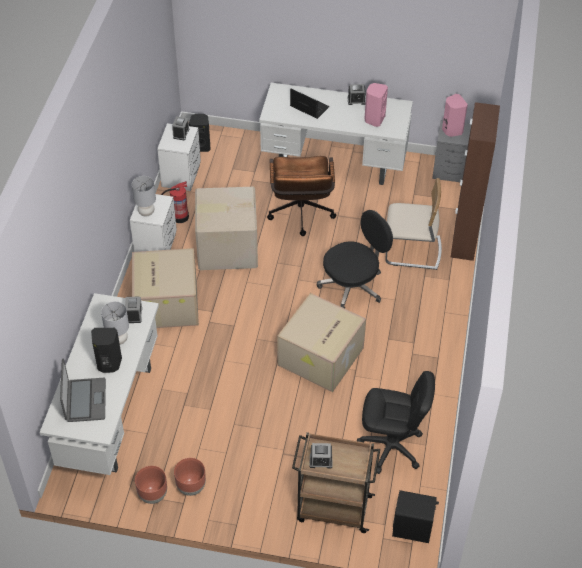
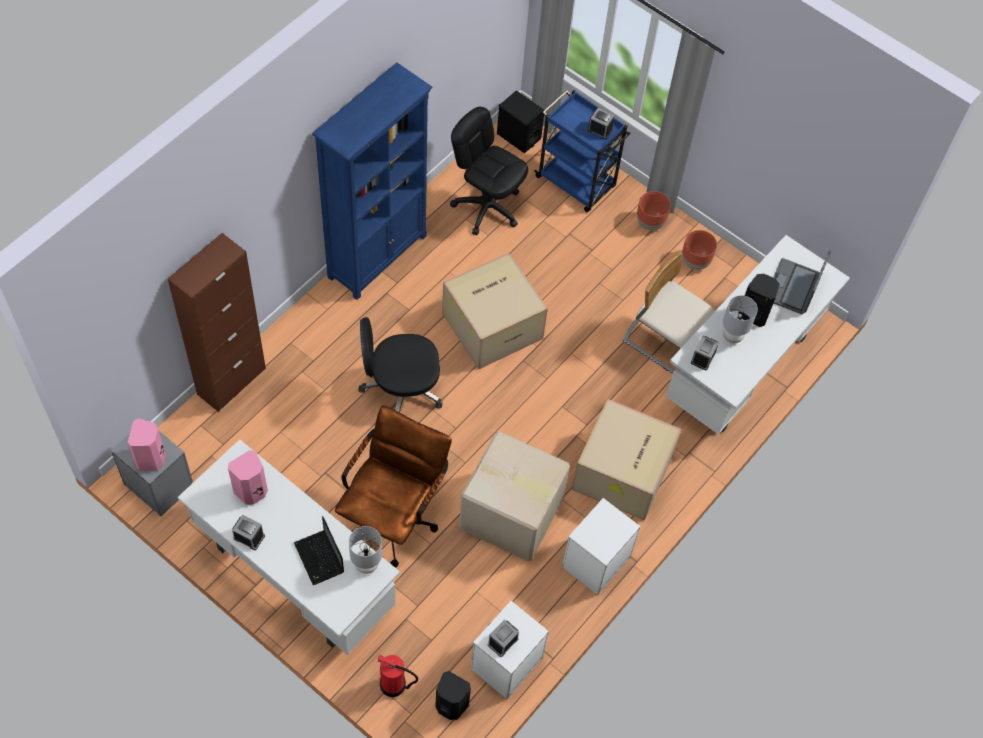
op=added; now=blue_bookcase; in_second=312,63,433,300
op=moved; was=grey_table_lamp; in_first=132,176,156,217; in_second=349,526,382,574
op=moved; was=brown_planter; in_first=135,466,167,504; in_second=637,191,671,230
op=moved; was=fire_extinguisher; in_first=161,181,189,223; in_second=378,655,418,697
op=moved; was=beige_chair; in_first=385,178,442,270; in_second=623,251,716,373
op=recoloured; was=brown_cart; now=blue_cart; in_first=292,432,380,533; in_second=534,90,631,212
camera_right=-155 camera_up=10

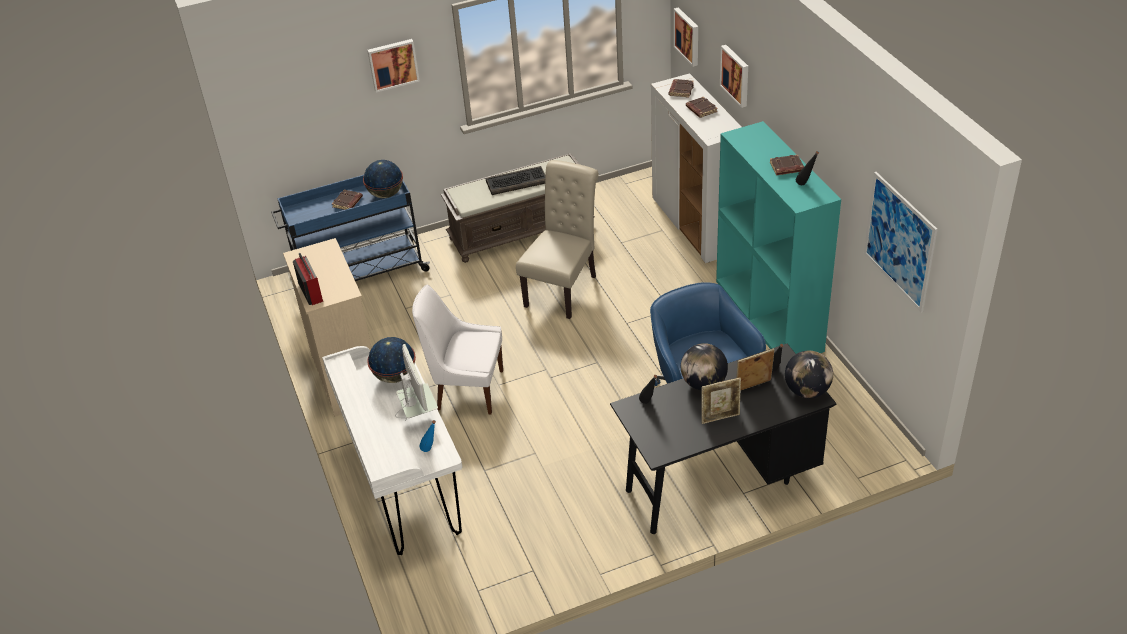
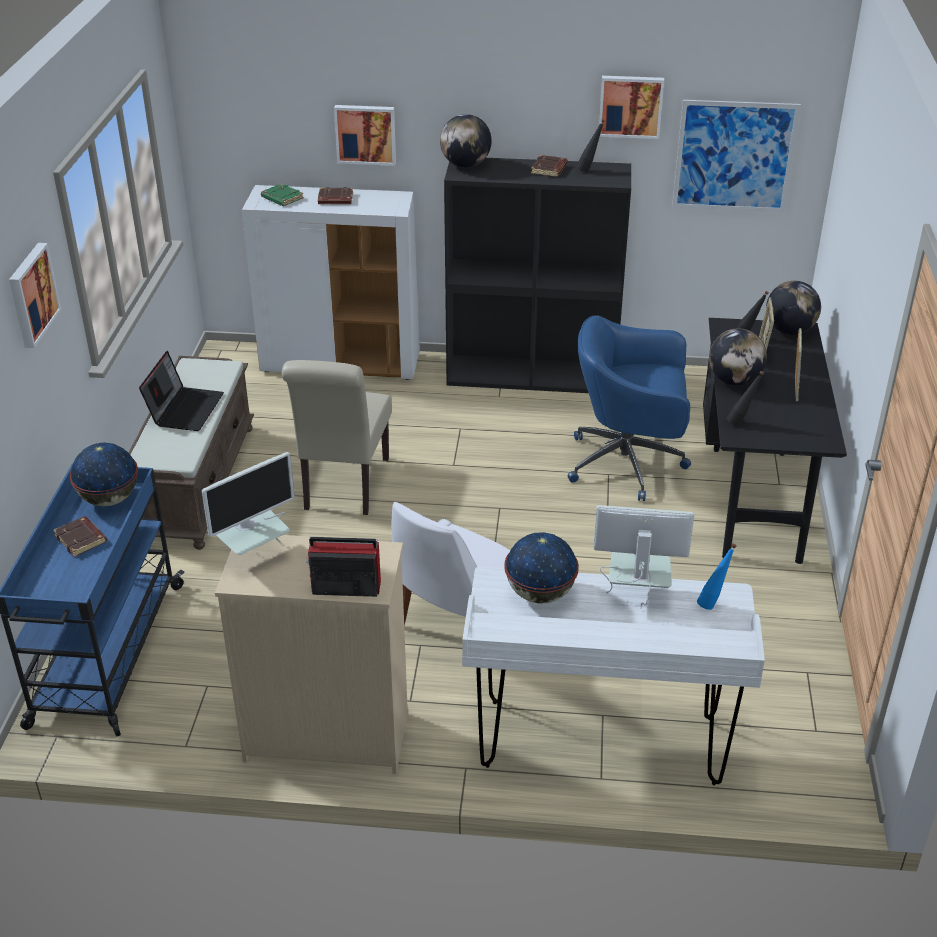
op=added; now=monitor; in_second=202,452,295,555
op=added; now=globe; in_second=440,114,492,168
op=moved; was=picture; in_first=674,7,698,67; in_second=599,76,664,139
op=replaced; was=keyboard; now=laptop; in_first=486,166,546,195; in_second=139,351,224,431
op=recoloured; was=brown_book; now=green_book; in_first=669,79,694,98; in_second=261,183,304,206
op=recoloured; was=turquoise_bookcase; now=black_bookcase; in_first=716,121,841,354; in_second=444,158,631,393
op=turned; was=beige_chair; in_first=516,160,599,319; in_second=282,360,392,515; clockwise=-135
camera_right=-65 camera_up=-5

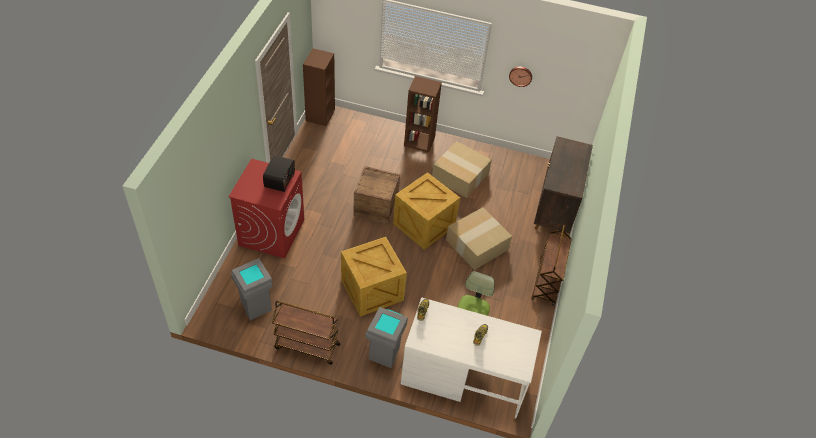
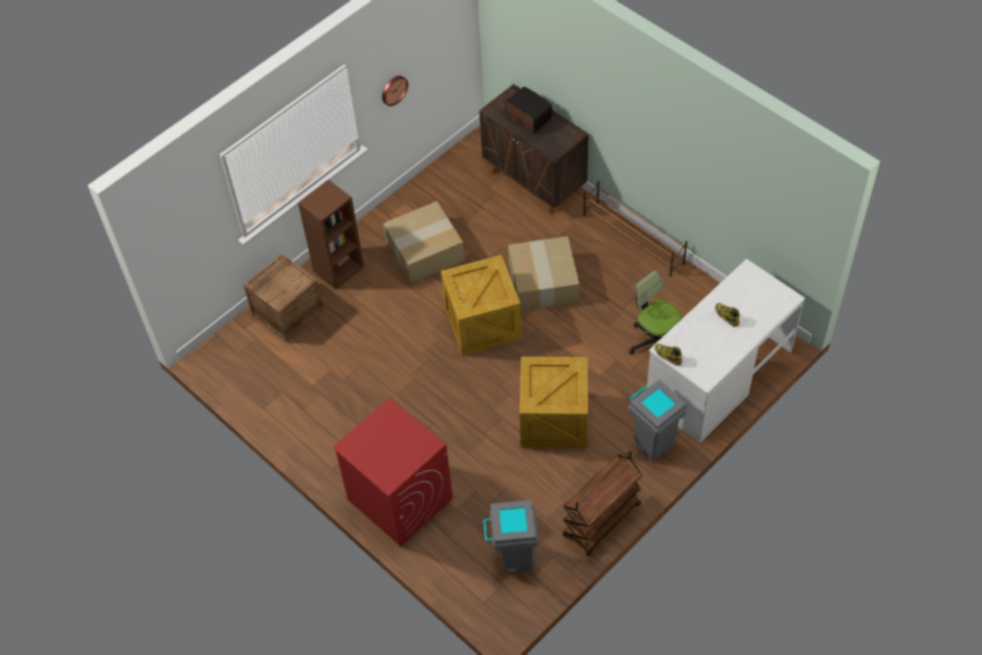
op=removed; was=brown_bookcase; in_first=303,48,335,126
op=moved; was=radio; in_first=263,155,295,192; in_second=505,87,552,134
op=moved; was=crate; in_first=353,166,400,225; in_second=244,253,324,342
op=replaced; was=brown_cart; now=brown_shoe_rack; in_first=531,225,572,306; in_second=583,181,687,277
camera_right=-55 camera_up=5

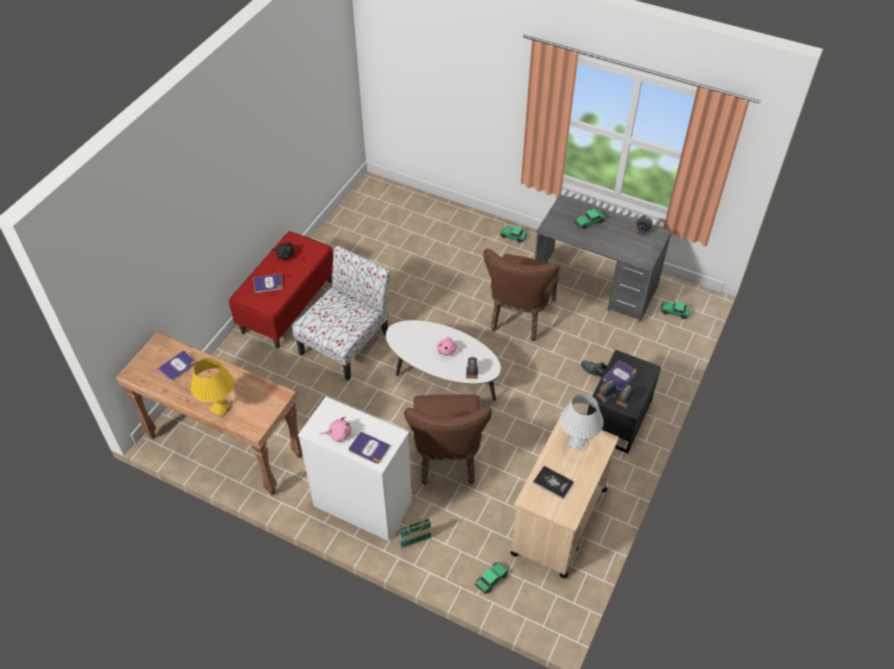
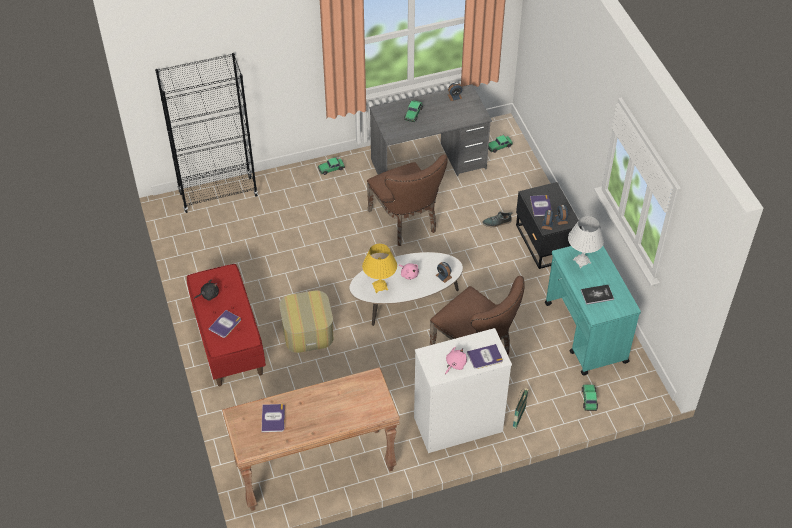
op=added; now=black_bookcase; in_second=155,53,258,213
op=moved; was=yellow_table_lamp; in_first=190,358,234,417; in_second=362,244,397,293
op=replaced; was=chair; now=ottoman; in_first=292,246,391,380; in_second=279,291,334,353
op=recoloured; was=beige_cart; now=turquoise_cart; in_first=510,418,619,579; in_second=545,246,641,376
camera_right=-45 camera_up=0

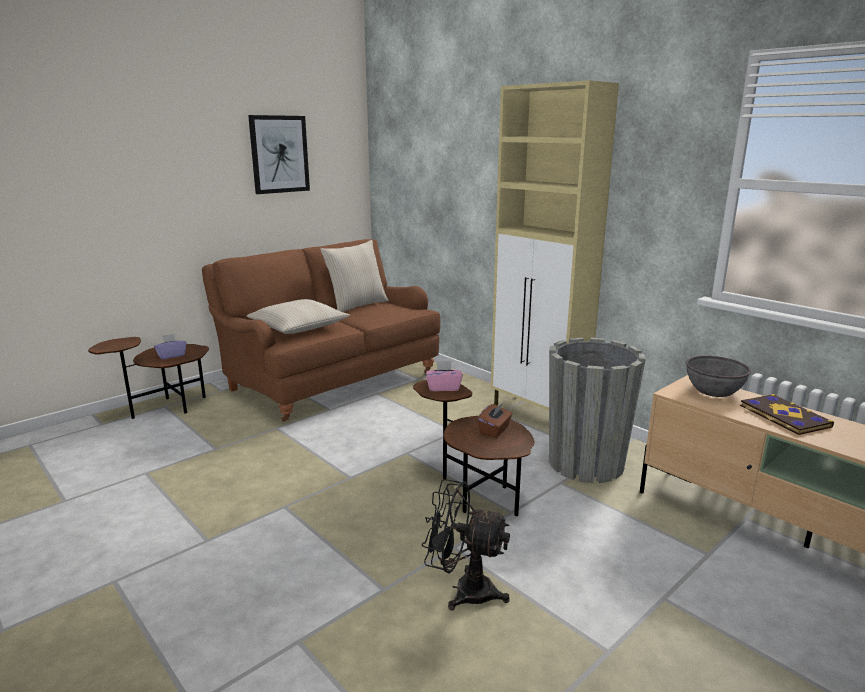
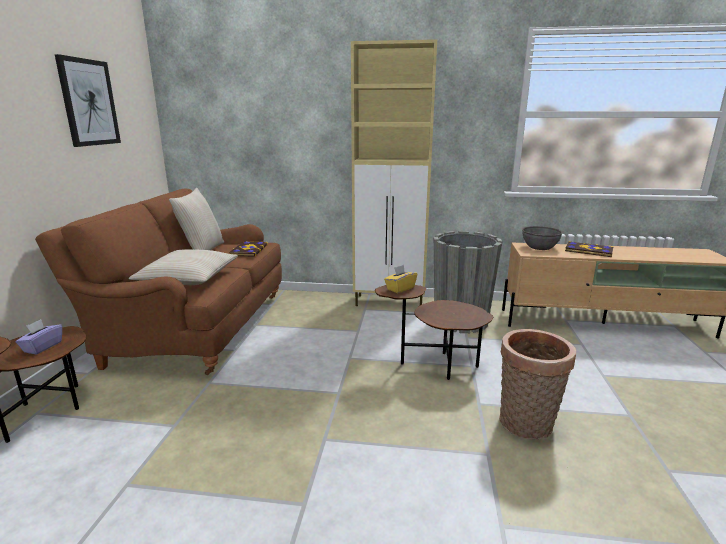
op=removed; was=brown_tissue_box; in_first=478,403,512,438
op=added; now=book; in_second=229,241,268,257
op=replaced; was=black_fan; now=basket; in_first=422,479,510,610; in_second=499,329,576,439
op=recoloured; was=pink_tissue_box; now=yellow_tissue_box; in_first=426,361,463,391; in_second=384,265,417,293
camera_right=-40 camera_up=0

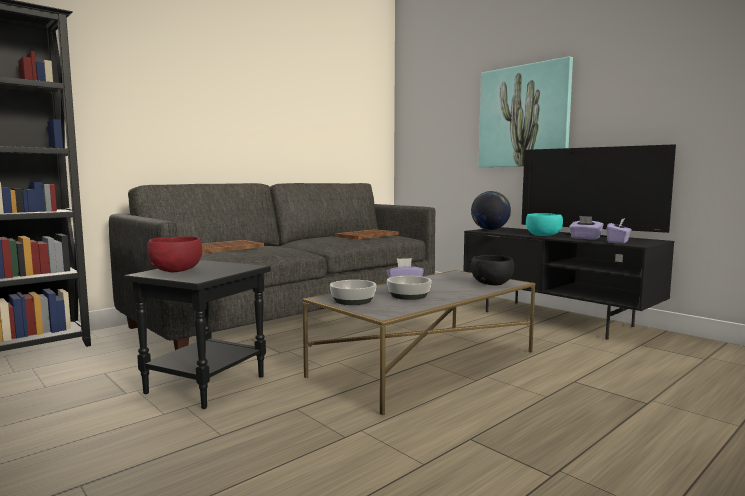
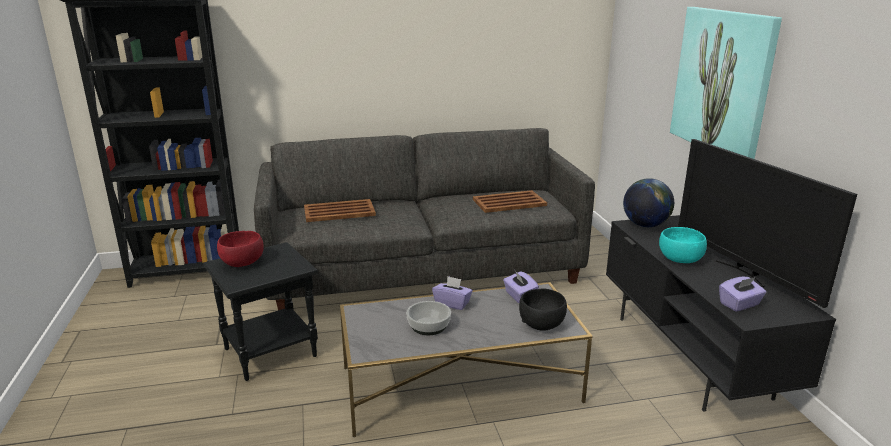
op=removed; was=bowl; in_first=330,280,376,305
op=moved; was=purple_tissue_box; in_first=569,216,604,240; in_second=503,271,539,303
camera_right=30 camera_up=15

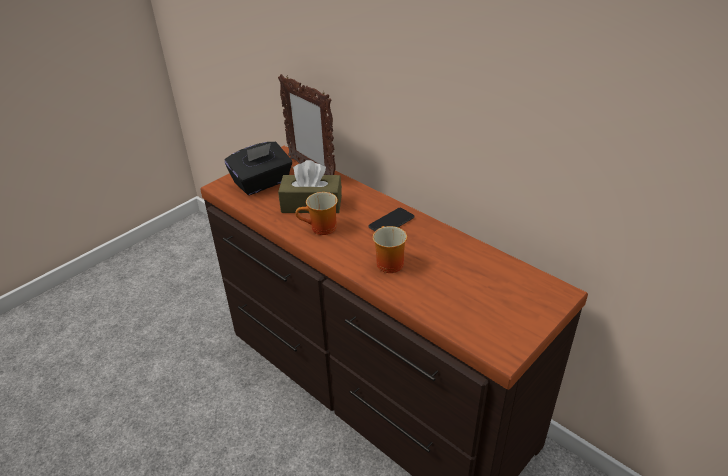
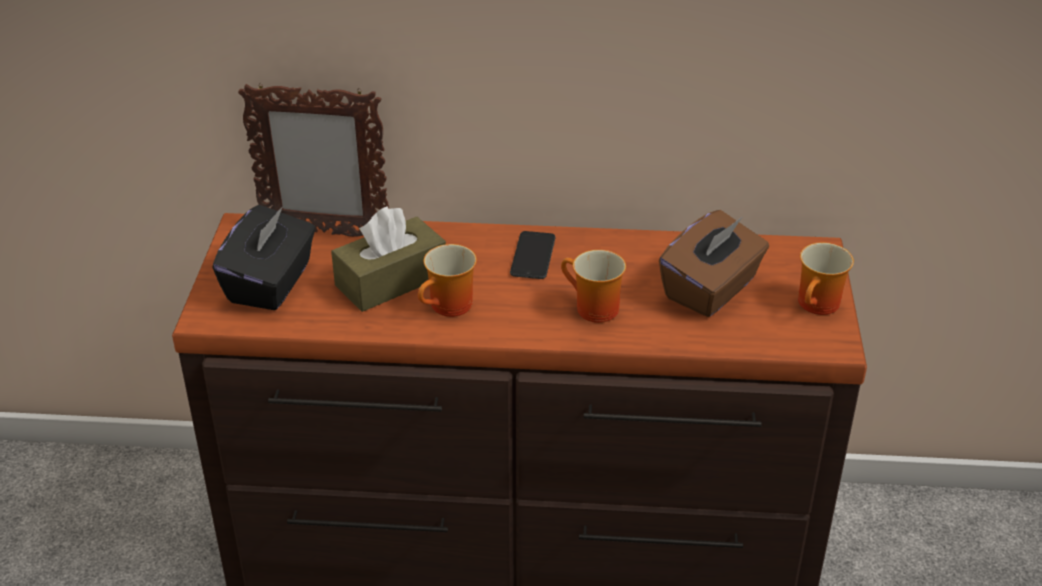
op=added; now=brown_tissue_box; in_second=659,210,769,317
op=added; now=mug; in_second=798,242,854,315
camera_right=-40 camera_up=0

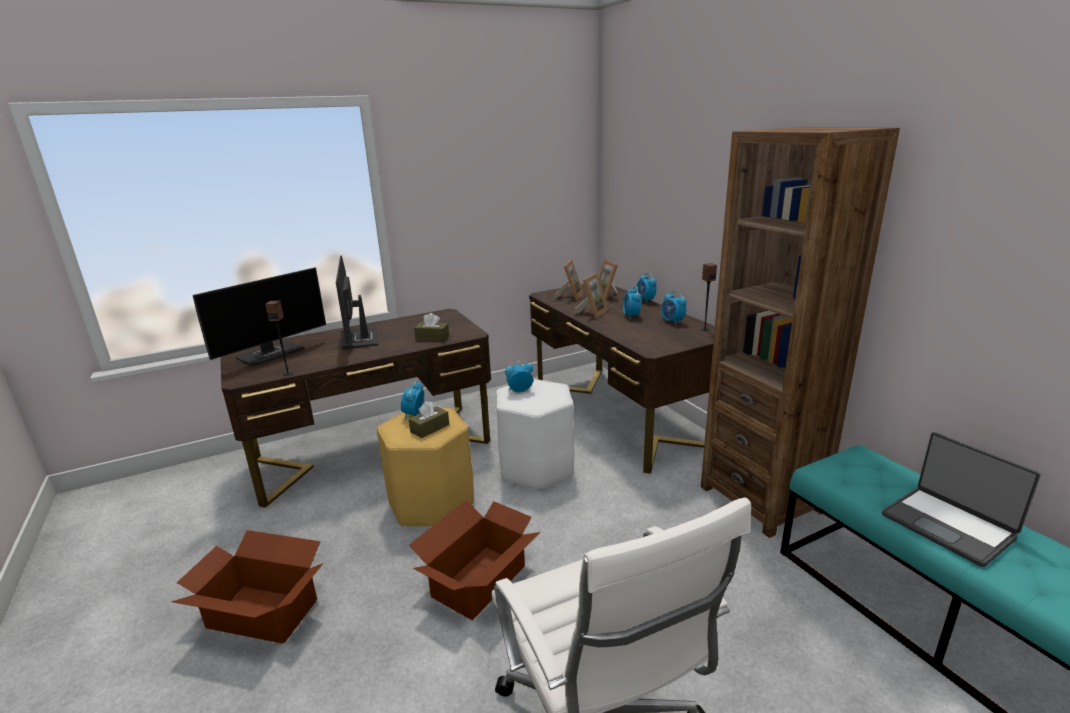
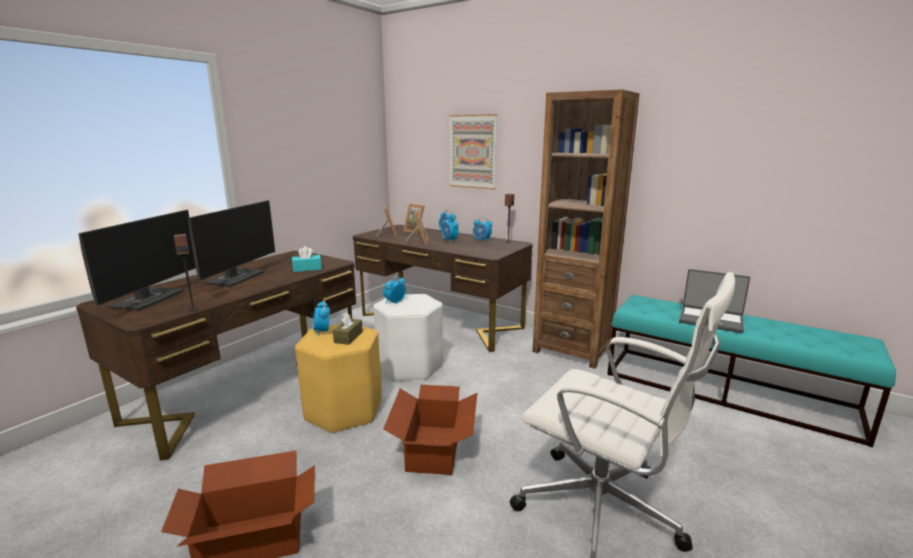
op=added; now=picture; in_second=450,114,497,190
op=recoloured; was=brown_tissue_box; now=turquoise_tissue_box; in_first=414,313,449,341; in_second=292,246,322,272
op=turned; was=monitor; in_first=336,255,378,349; in_second=188,200,275,287; clockwise=-120
camera_right=-30 camera_up=-5

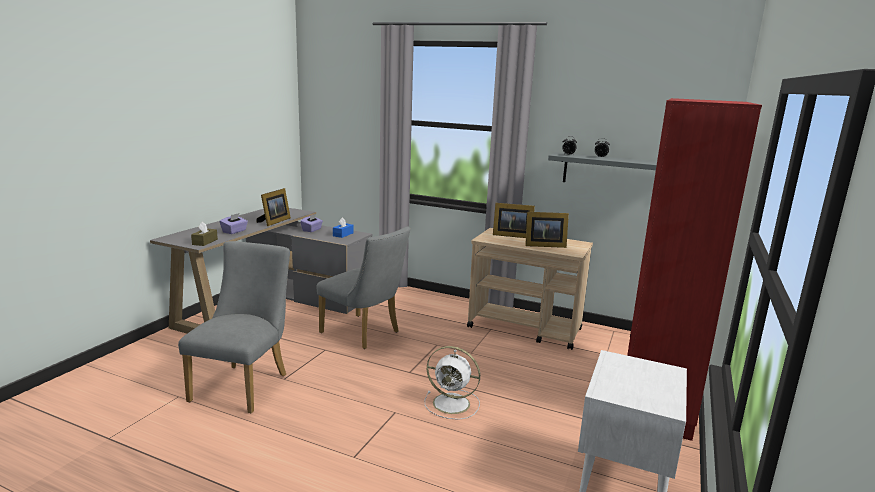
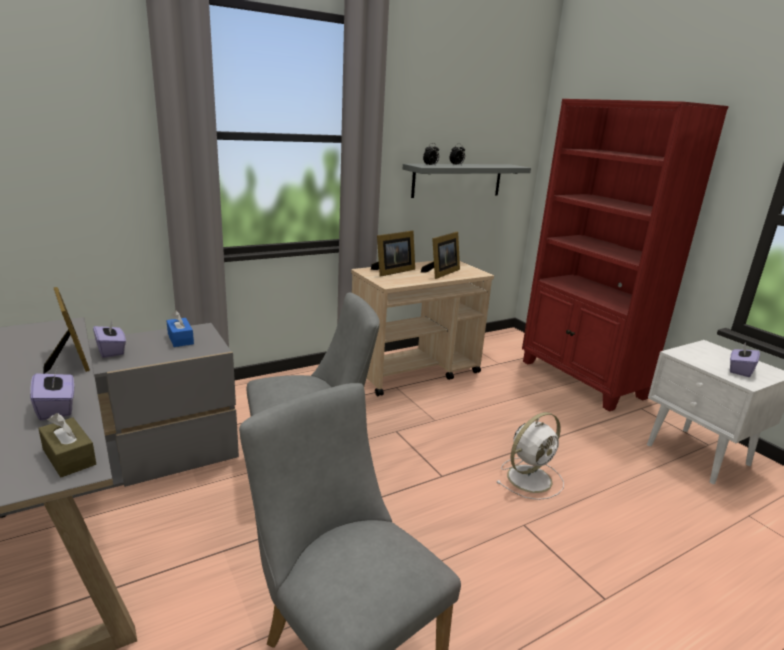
op=added; now=purple_tissue_box; in_second=730,342,760,377
camera_right=-55 camera_up=5

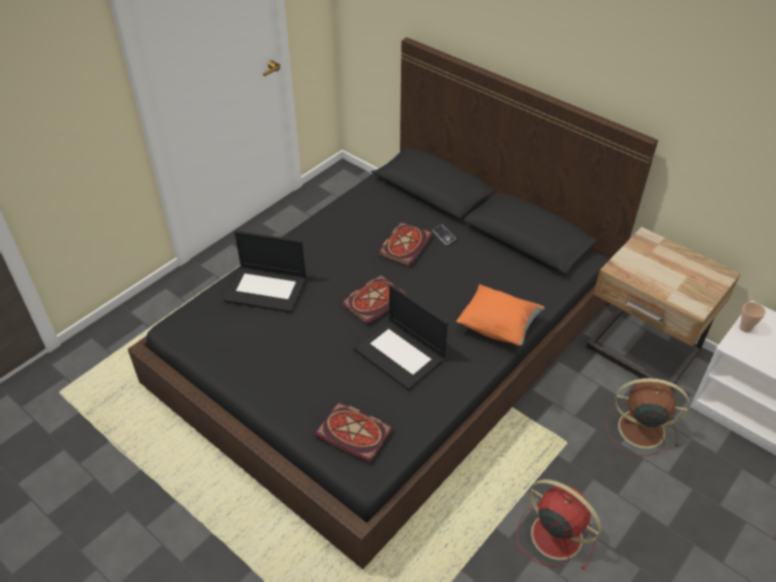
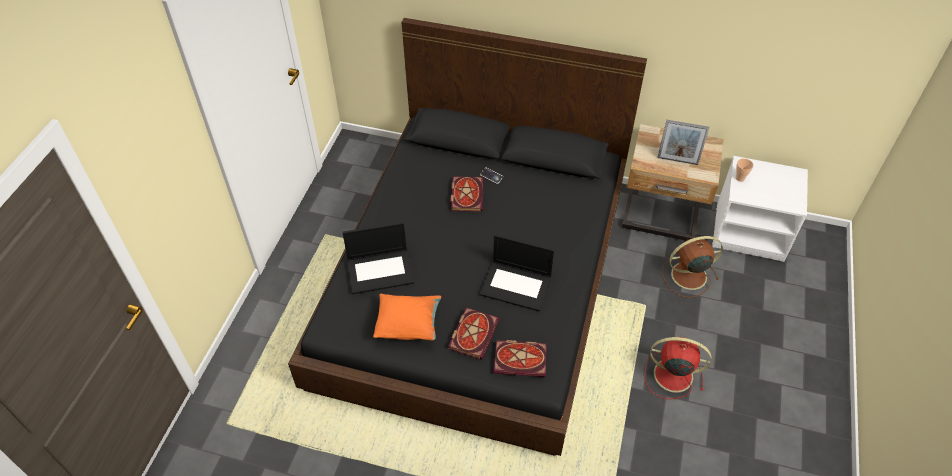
op=added; now=picture_frame; in_second=657,120,709,165
op=moved; was=book; in_first=342,275,408,325; in_second=448,307,499,360
op=moved; was=orange_pillow; in_first=456,284,545,346; in_second=373,294,441,341
camera_right=-25 camera_up=5

